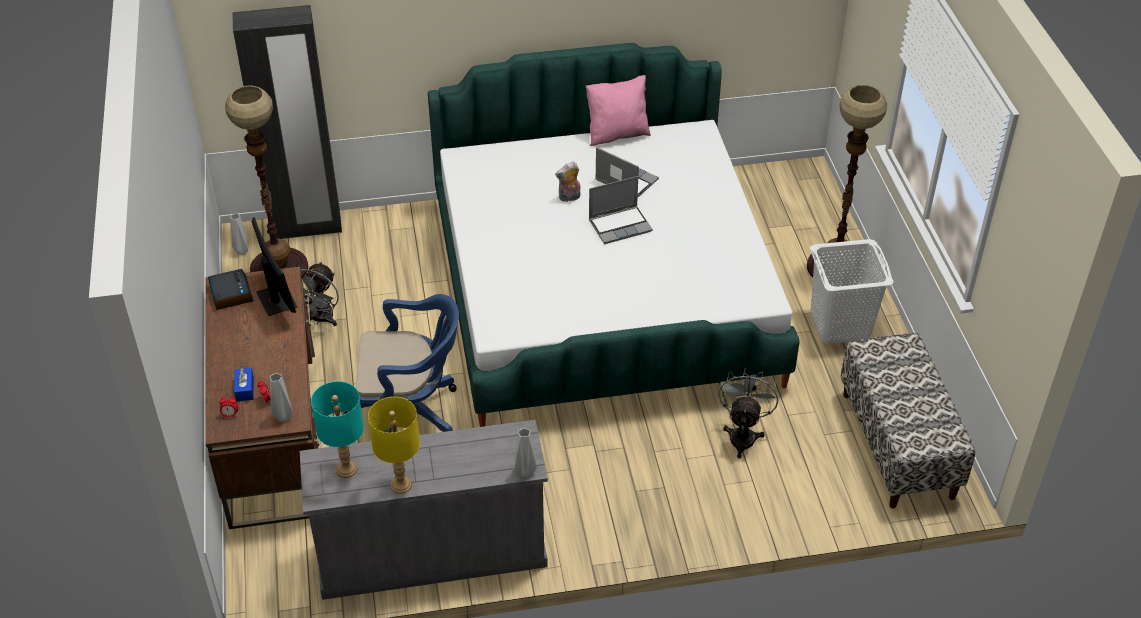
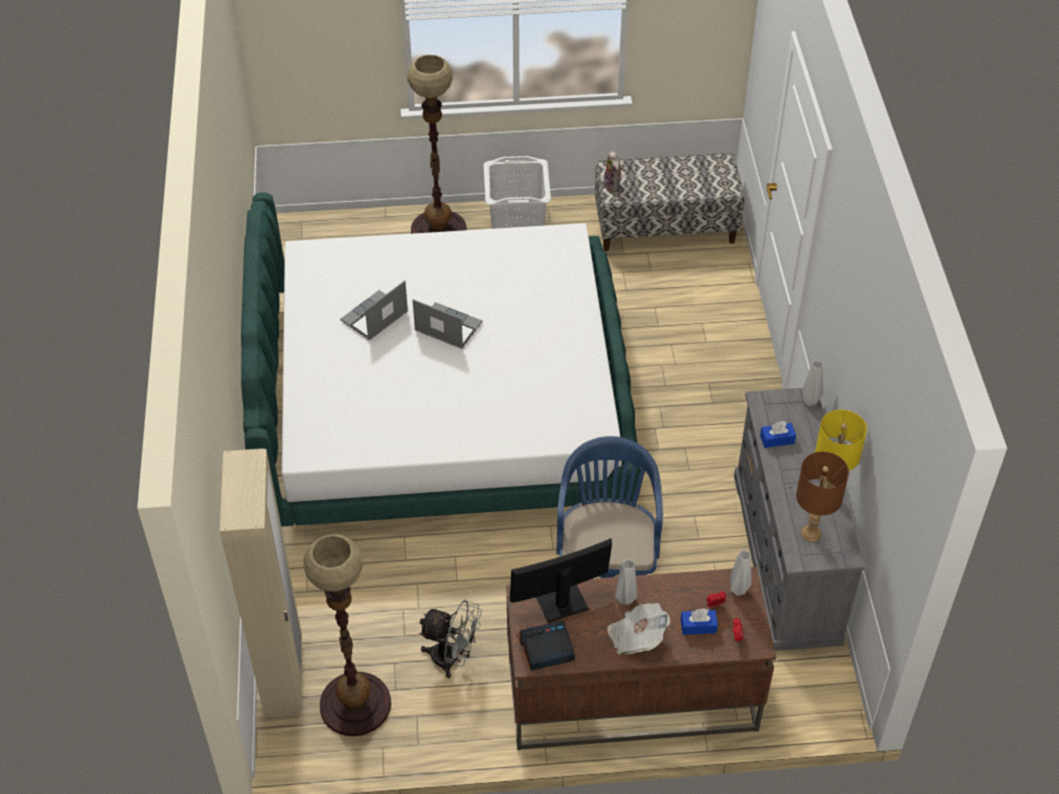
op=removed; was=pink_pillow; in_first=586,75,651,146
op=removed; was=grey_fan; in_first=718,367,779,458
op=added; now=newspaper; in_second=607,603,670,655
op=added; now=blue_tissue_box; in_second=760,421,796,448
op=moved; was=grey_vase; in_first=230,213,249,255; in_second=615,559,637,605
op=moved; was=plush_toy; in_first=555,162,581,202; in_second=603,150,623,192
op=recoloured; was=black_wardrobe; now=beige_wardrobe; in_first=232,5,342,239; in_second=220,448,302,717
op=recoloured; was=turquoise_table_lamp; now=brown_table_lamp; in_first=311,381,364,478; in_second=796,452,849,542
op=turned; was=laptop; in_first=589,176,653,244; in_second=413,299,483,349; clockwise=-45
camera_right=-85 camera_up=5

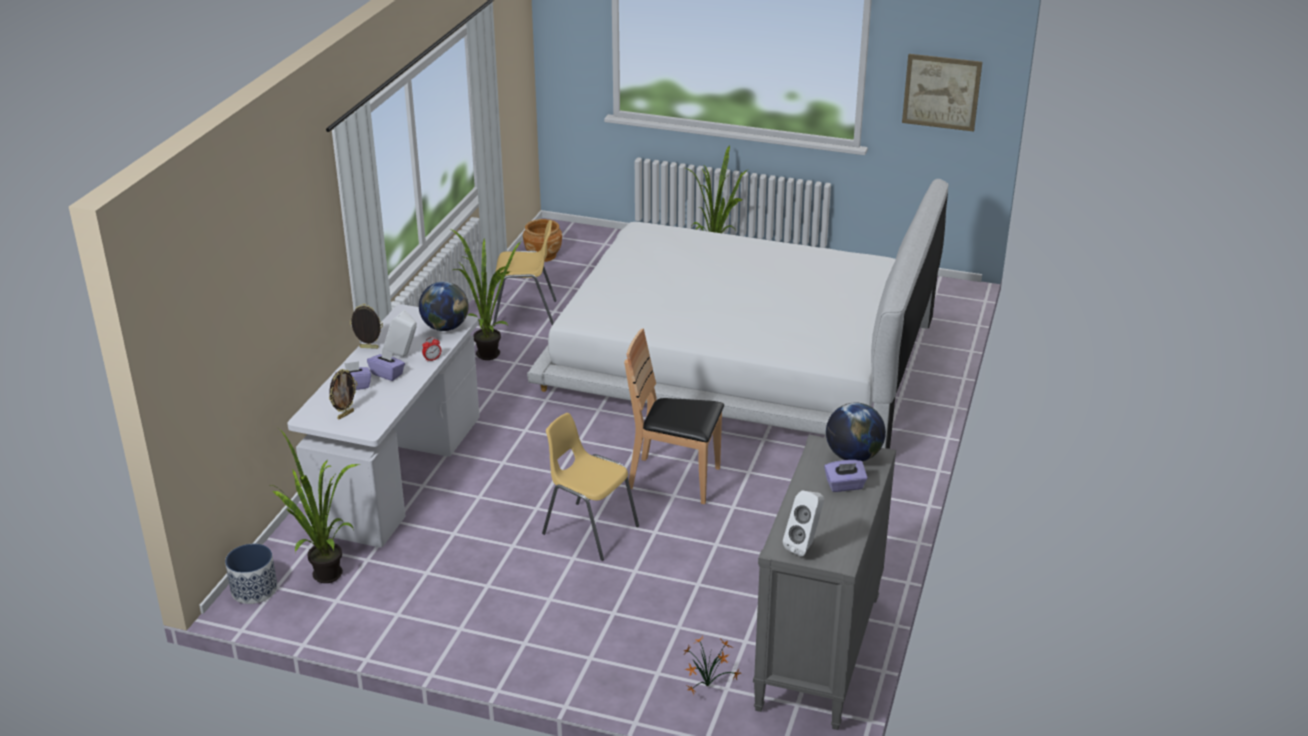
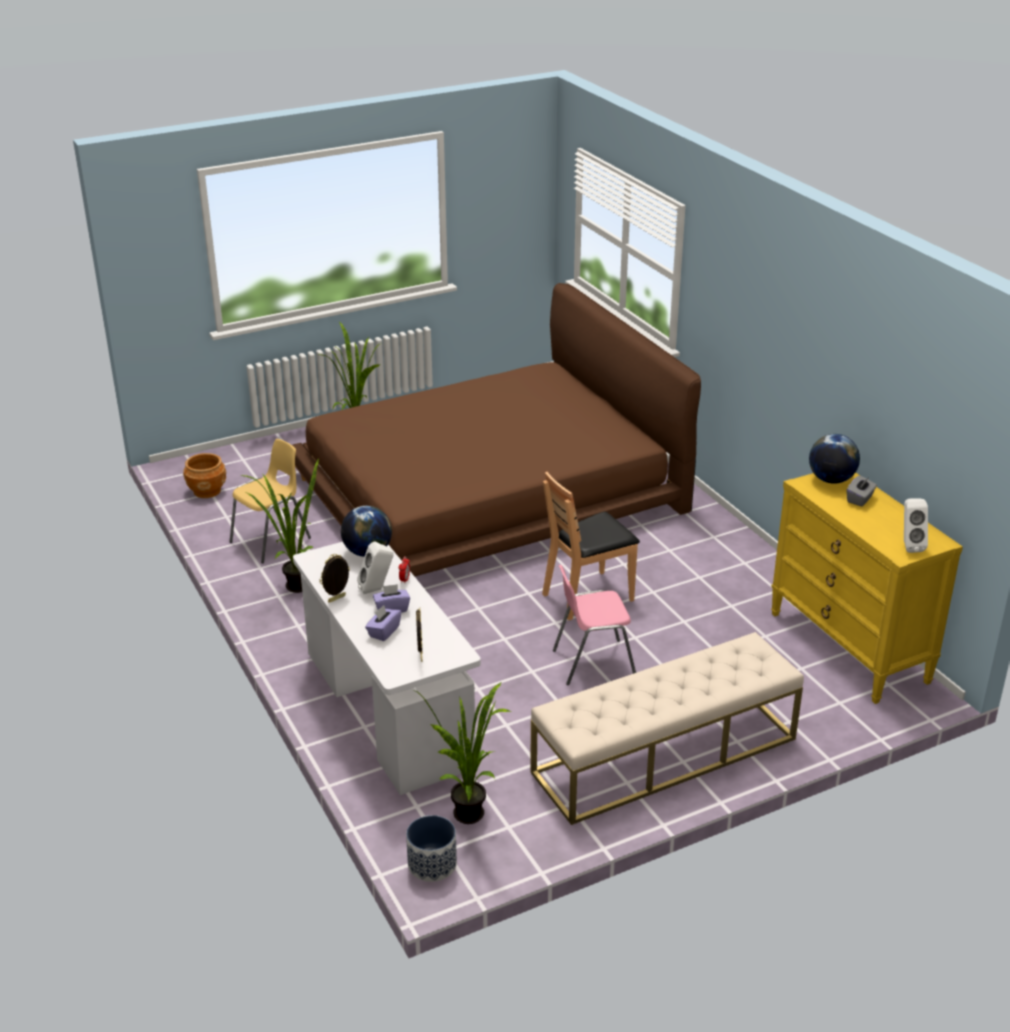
op=removed; was=potted_plant; in_first=683,636,741,694
op=removed; was=picture; in_first=902,54,982,132
op=added; now=beige_bench; in_second=530,632,804,825
op=recoloured; was=white_bed; now=brown_bed; in_first=527,179,949,449; in_second=292,283,701,576
op=recoloured; was=yellow_chair; now=pink_chair; in_first=542,413,639,561; in_second=553,565,636,685
op=recoloured; was=grey_dresser; now=yellow_dresser; in_first=753,435,896,730; in_second=771,473,963,704
op=recoloured; was=purple_tissue_box; now=grey_tissue_box; in_first=824,460,868,492; in_second=847,475,877,507
camera_right=-45 camera_up=0

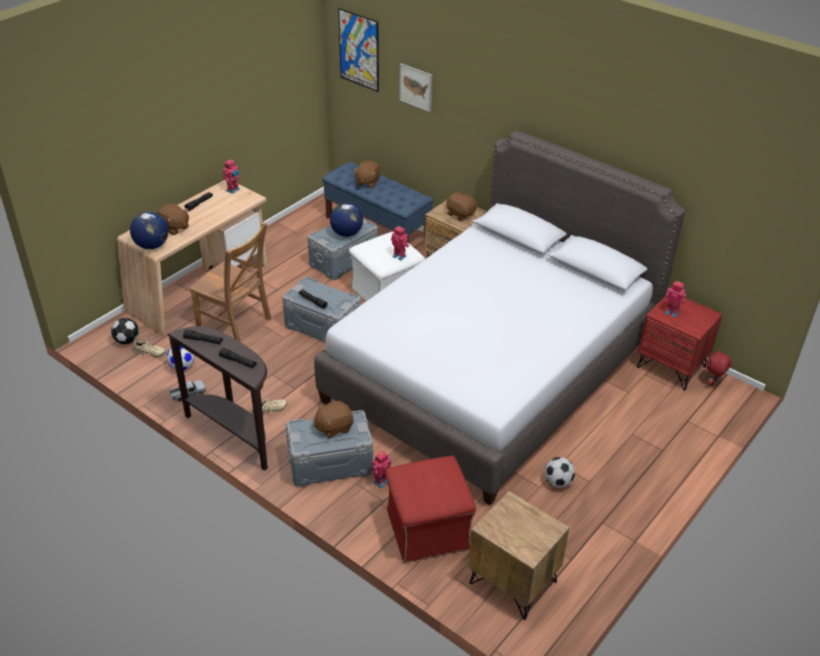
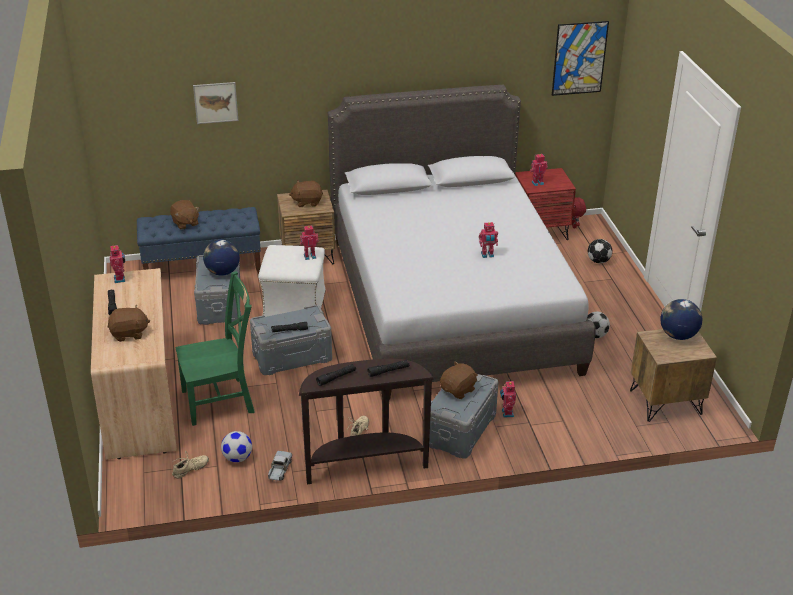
op=removed; was=red_ottoman; in_first=385,456,476,563
op=added; now=toy_robot; in_second=479,222,498,258
op=moved; was=football; in_first=111,318,139,344; in_second=588,239,612,263
op=moved; was=globe; in_first=130,212,168,249; in_second=660,299,702,340
op=moved; was=picture; in_first=338,8,379,92; in_second=552,21,609,96
op=recoloured; was=brown_chair; now=green_chair; in_first=189,223,271,342; in_second=175,271,254,426
op=turned; was=brown_plush_toy; in_first=313,401,353,438; in_second=440,361,478,399; clockwise=-150
camera_right=-50 camera_up=-5

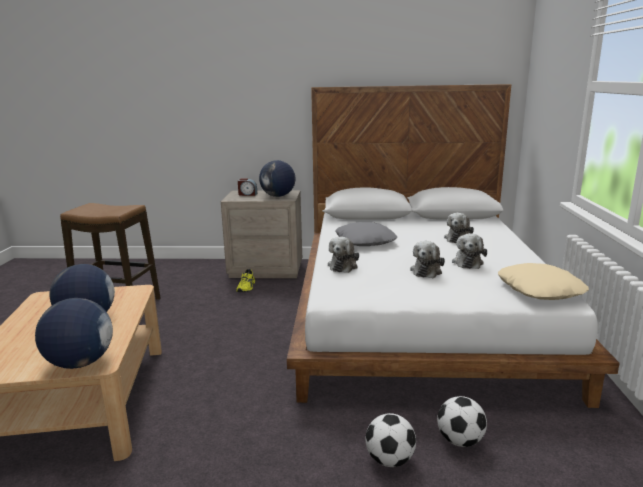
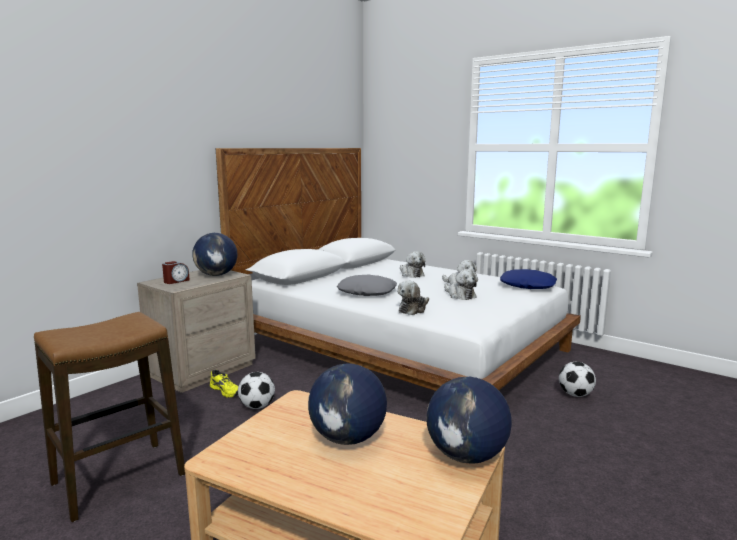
op=moved; was=football; in_first=365,413,416,467; in_second=238,372,275,409
op=recoloured; was=beige_pillow; now=blue_pillow; in_first=498,263,589,300; in_second=500,269,557,289
op=turned; was=plush_toy; in_first=328,236,359,273; in_second=397,281,429,315; clockwise=75
camera_right=-55 camera_up=-5

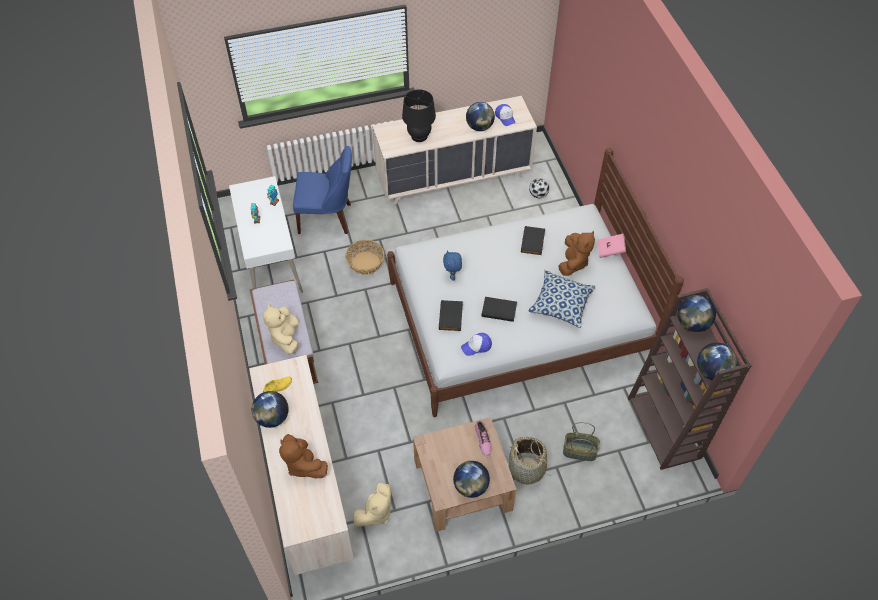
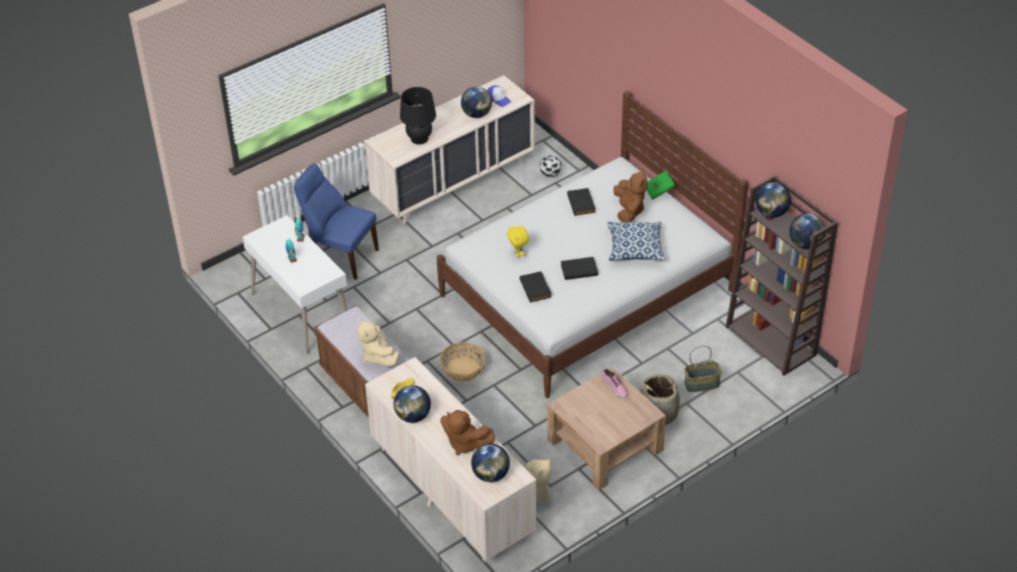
op=removed; was=cap; in_first=461,333,492,356
op=moved; was=basket; in_first=345,240,385,275; in_second=440,342,485,382
op=moved; was=globe; in_first=453,461,490,498; in_second=471,444,510,482
op=recoloured; was=blue_plush_toy; now=yellow_plush_toy; in_first=443,250,462,280; in_second=507,226,529,257
op=recoloured; was=pink_book; now=green_book; in_first=598,234,626,258; in_second=646,171,676,200
op=turned; was=blue_chair; in_first=293,146,352,234; in_second=294,163,379,280; clockwise=-135
camera_right=-20 camera_up=-10

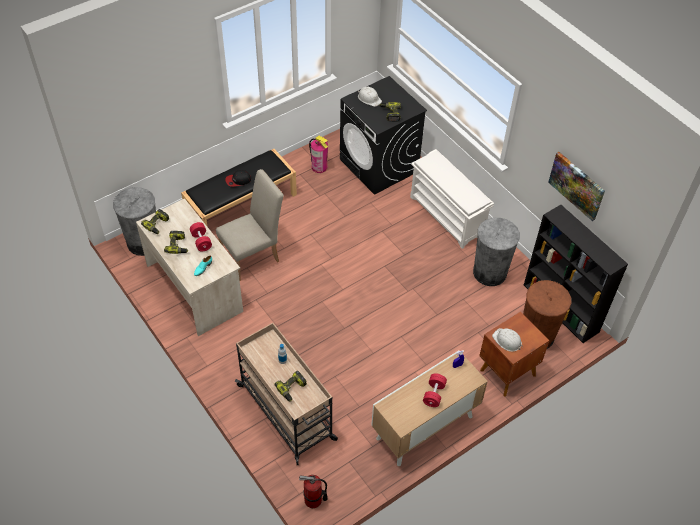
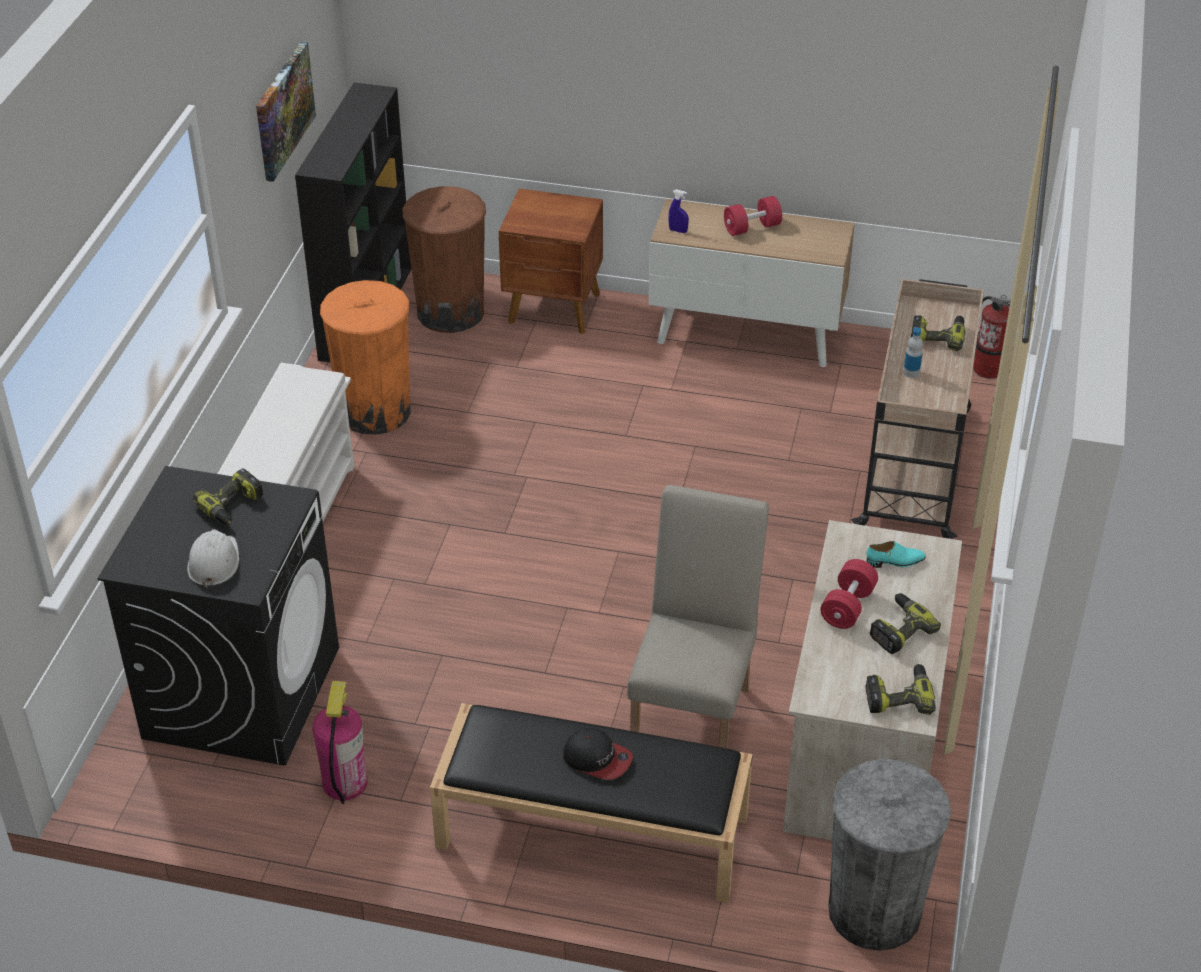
op=removed; was=white_hard_hat; in_first=492,328,523,352
op=recoloured; was=grey_trash_can; now=orange_trash_can; in_first=473,217,520,286; in_second=320,280,411,435
op=turned; was=beige_chair; in_first=216,169,284,280; in_second=627,485,769,749; clockwise=90
camera_right=-130 camera_up=-10

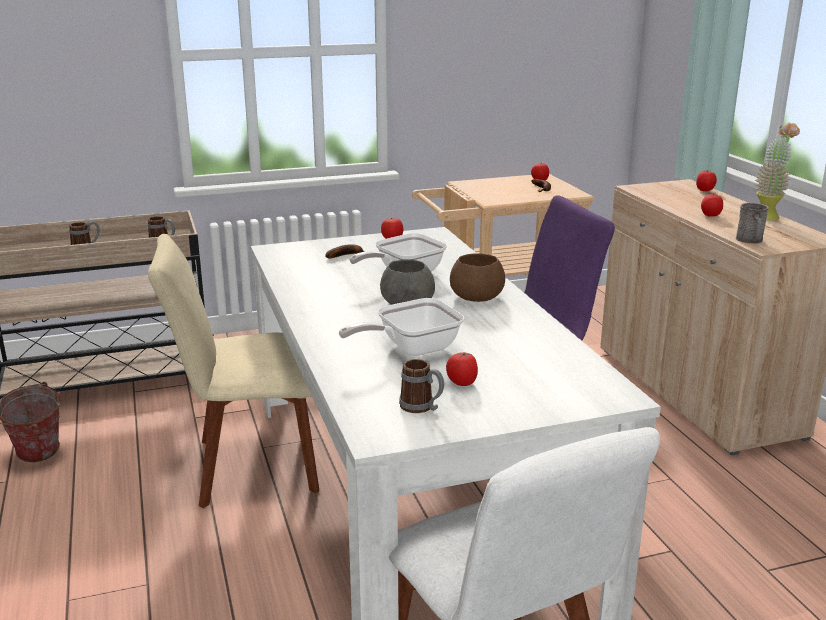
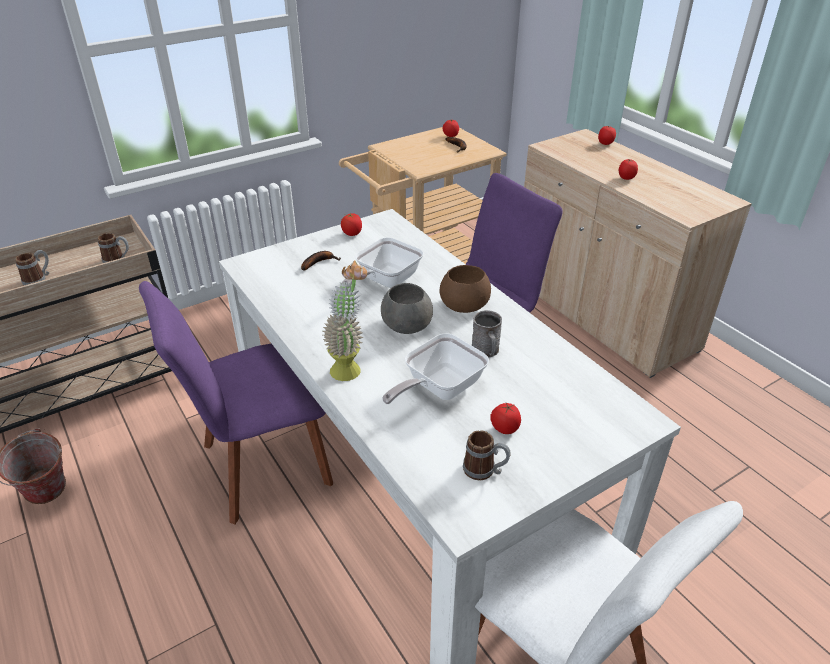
op=moved; was=grey_mug; in_first=736,203,768,244; in_second=472,310,502,358
op=moved; was=potted_plant; in_first=755,122,800,221; in_second=323,260,367,381
op=recoloured; was=beige_chair; now=purple_chair; in_first=148,234,319,508; in_second=139,281,333,524
camera_right=-15 camera_up=15

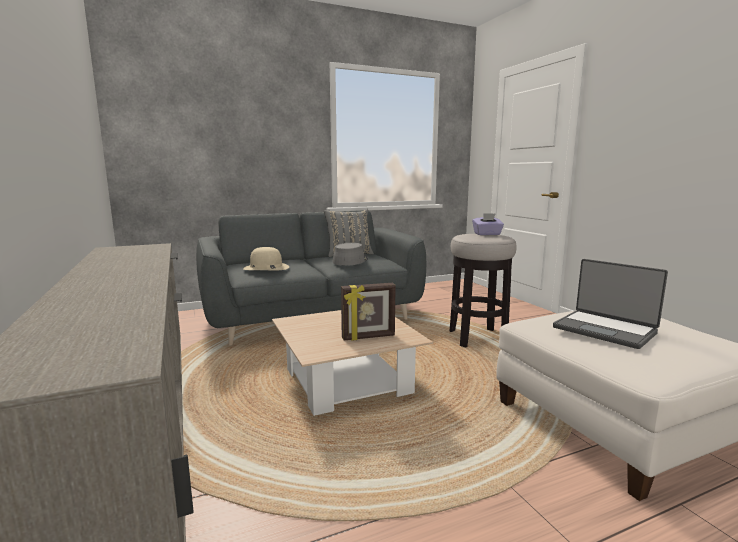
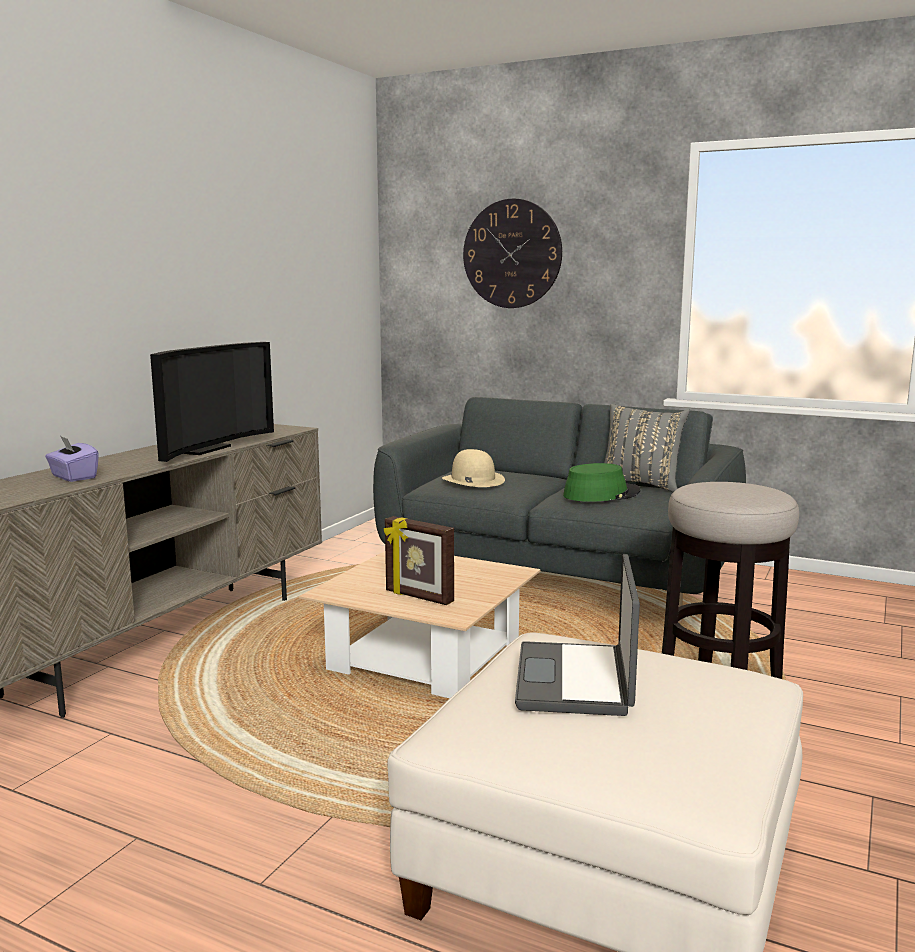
op=added; now=television; in_second=150,342,274,462
op=added; now=wall_clock; in_second=463,199,562,308
op=moved; was=purple_tissue_box; in_first=472,213,504,235; in_second=45,437,99,482
op=recoloured; was=grey_hat; now=green_hat; in_first=333,243,368,266; in_second=563,463,641,502
camera_right=50 camera_up=0

